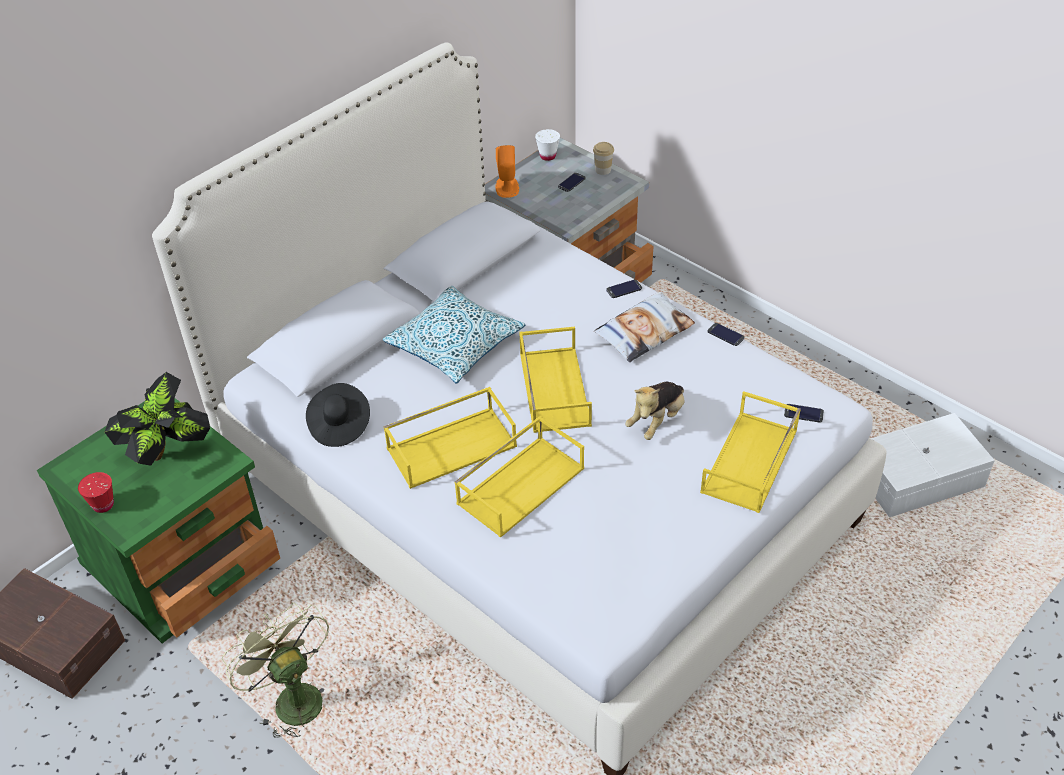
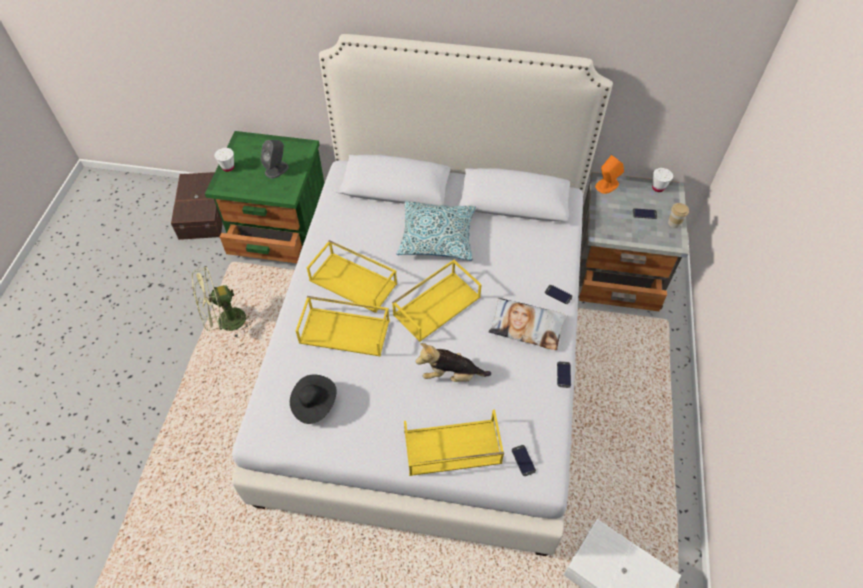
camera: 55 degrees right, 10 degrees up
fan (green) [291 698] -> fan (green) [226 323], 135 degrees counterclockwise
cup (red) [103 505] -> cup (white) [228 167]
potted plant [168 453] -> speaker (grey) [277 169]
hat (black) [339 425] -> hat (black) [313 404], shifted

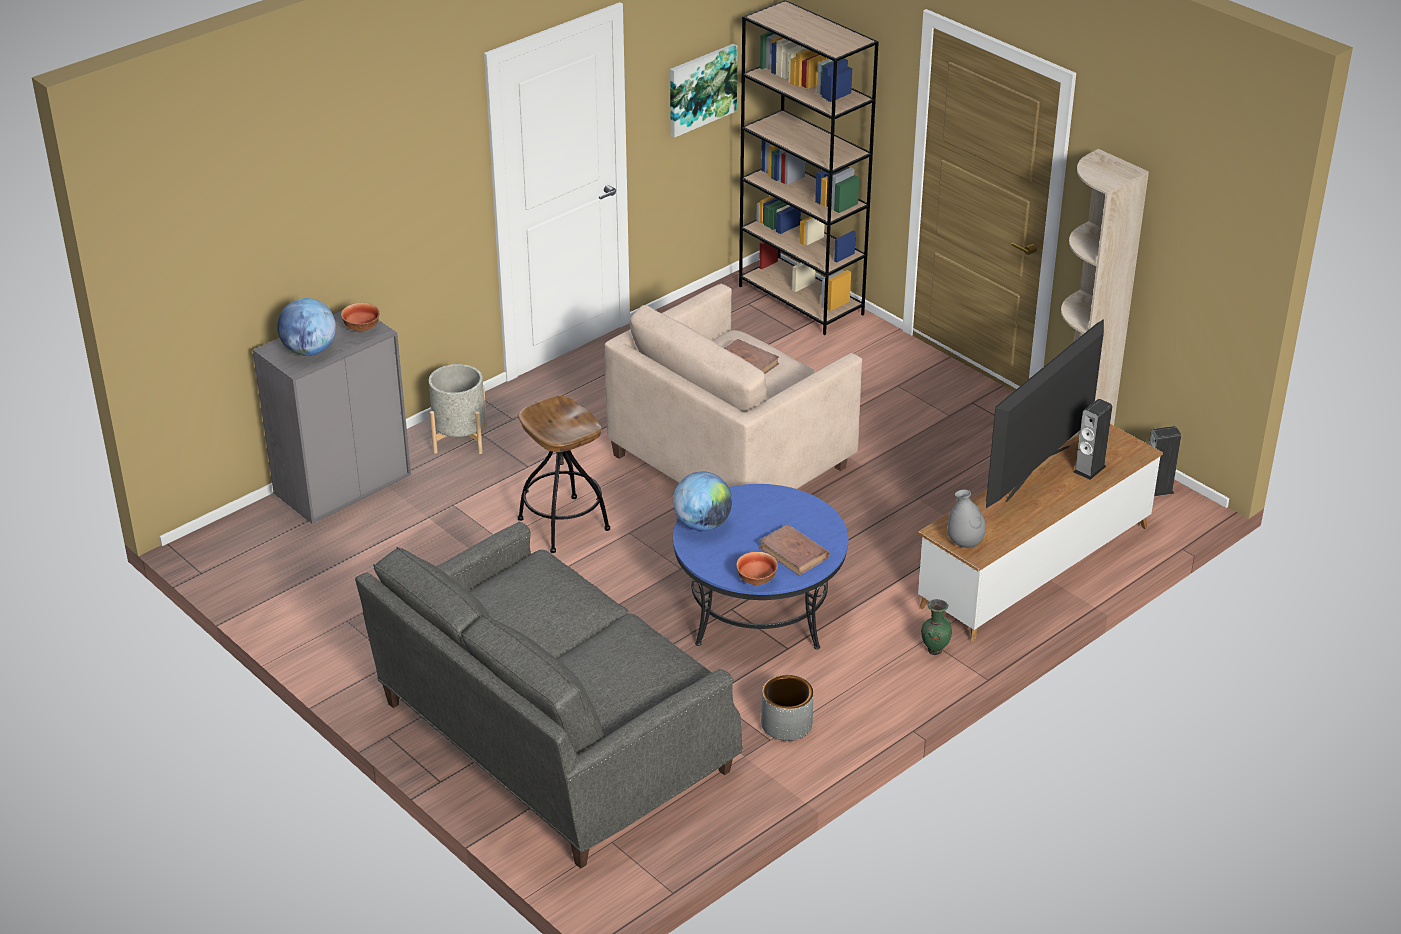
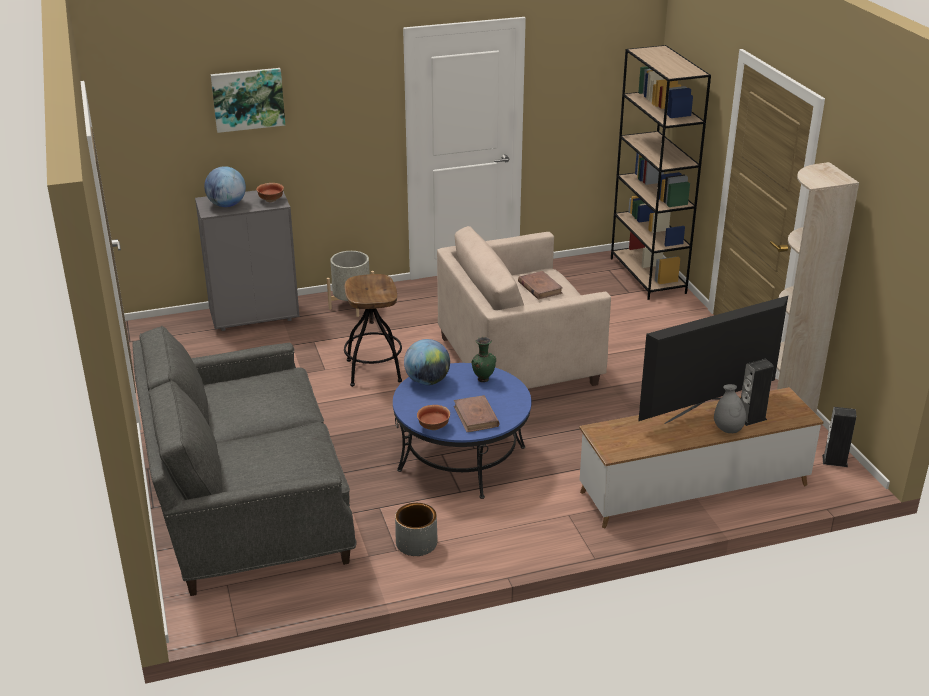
camera: 25 degrees right, 5 degrees down
picture [701 89] -> picture [248 99], shifted
vase (green) [934 650] -> vase (green) [483 379], shifted
vase (grey) [965 543] -> vase (grey) [728 430], shifted

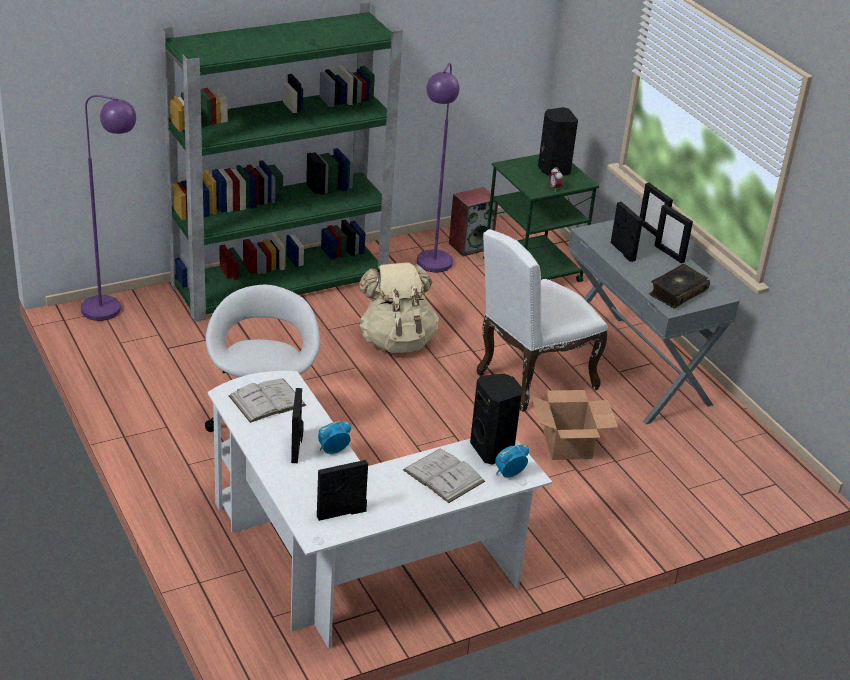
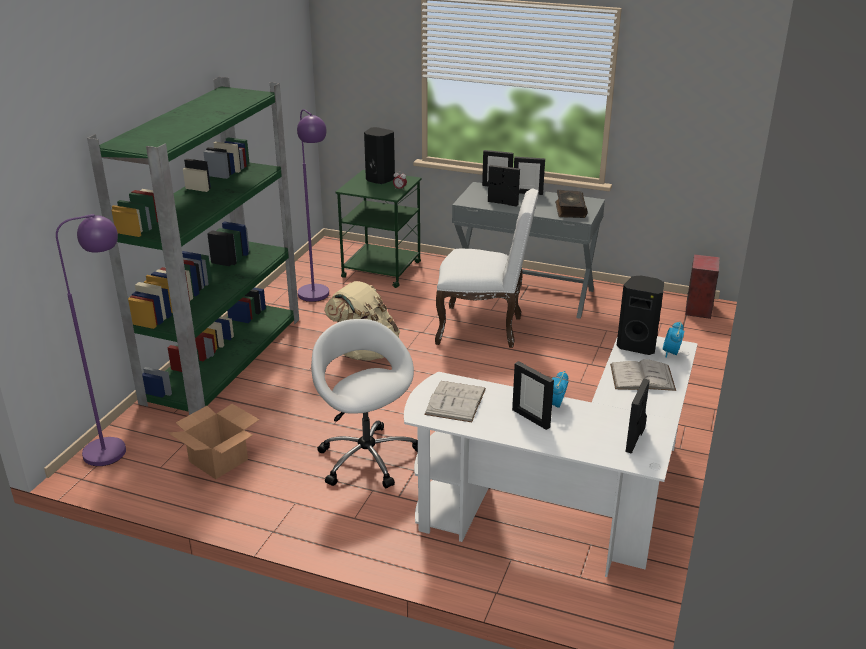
camera: 40 degrees left, 5 degrees down
cardboard box [567 445] -> cardboard box [217 460], shifted
chair (white) [531 379] -> chair (white) [482 329], 90 degrees counterclockwise
speaker [471 245] -> speaker [698 308], shifted

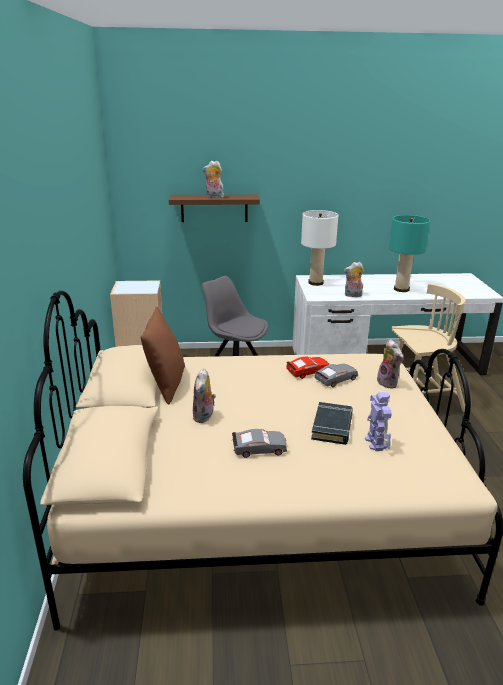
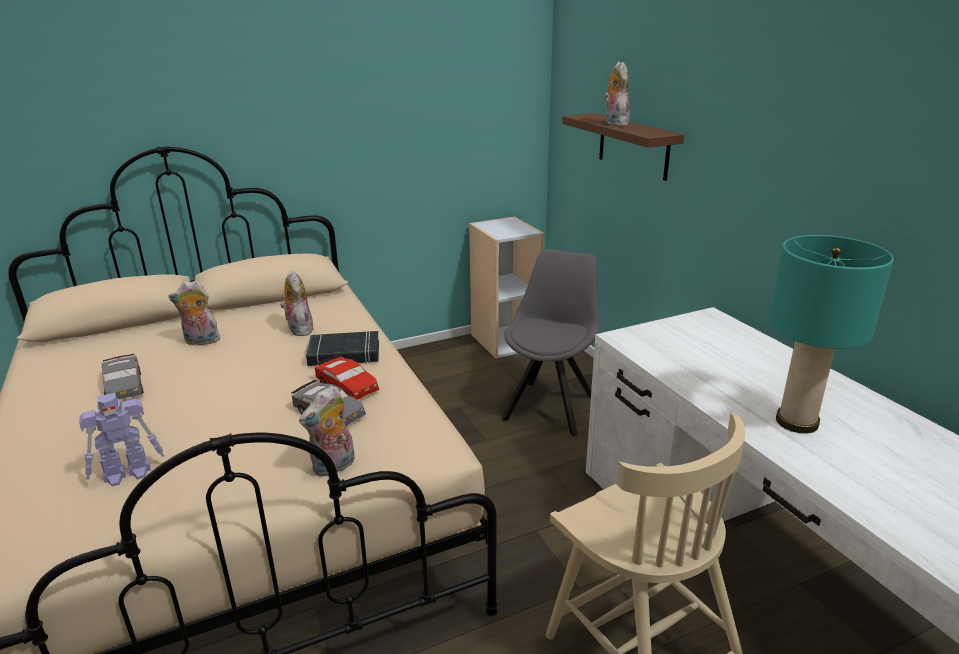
camera: 70 degrees right, 0 degrees up
plush toy [352 295] -> plush toy [298 329], shifted
book (black) [332 427] -> book (black) [344 354], shifted
pillow (brown) [166 384] -> none
table lamp (white) [316 283] -> none

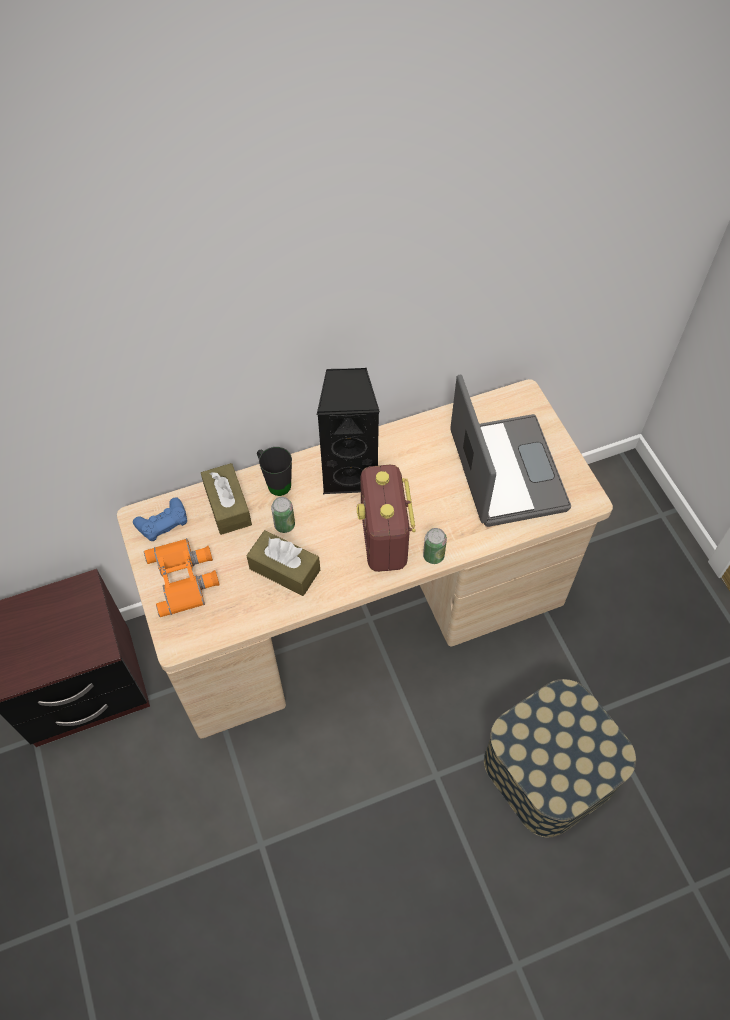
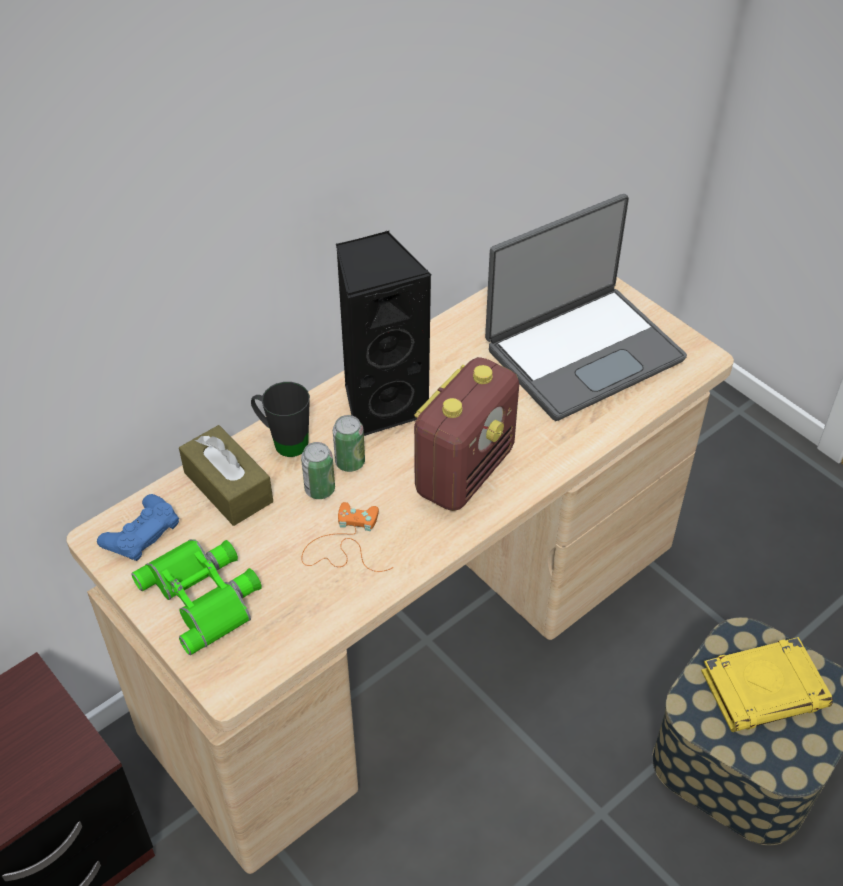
camera: 20 degrees left, 10 degrees down
binoculars (orange) [185 578] -> binoculars (green) [205 595]
tissue box (brown) [284 569] -> game controller (orange) [345 544]
can [433 556] -> can [350 462], shifted
radio [384 540] -> radio [464 471], 120 degrees counterclockwise
laptop [505 471] -> laptop [582 352], 90 degrees clockwise
none -> book (yellow) [765 689]

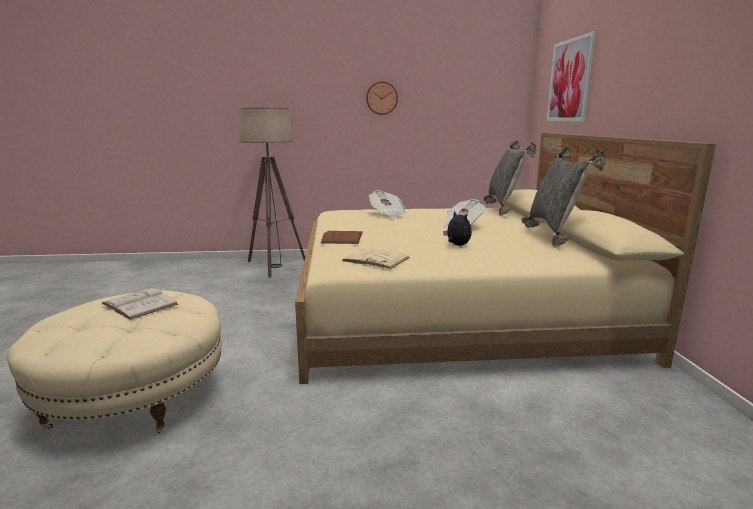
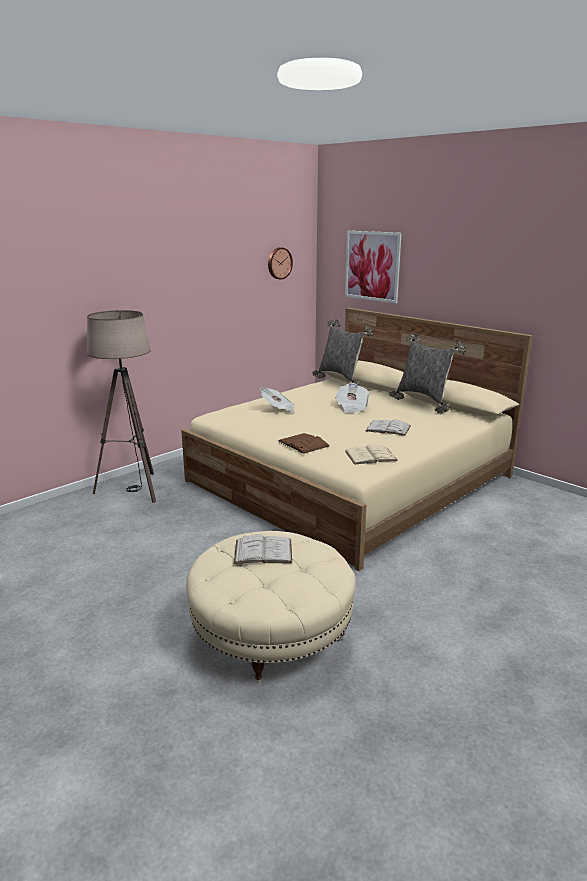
camera: 40 degrees left, 5 degrees up
wall clock [381 98] -> wall clock [279 263], shifted
plush toy [457 245] -> book (white) [388 428]

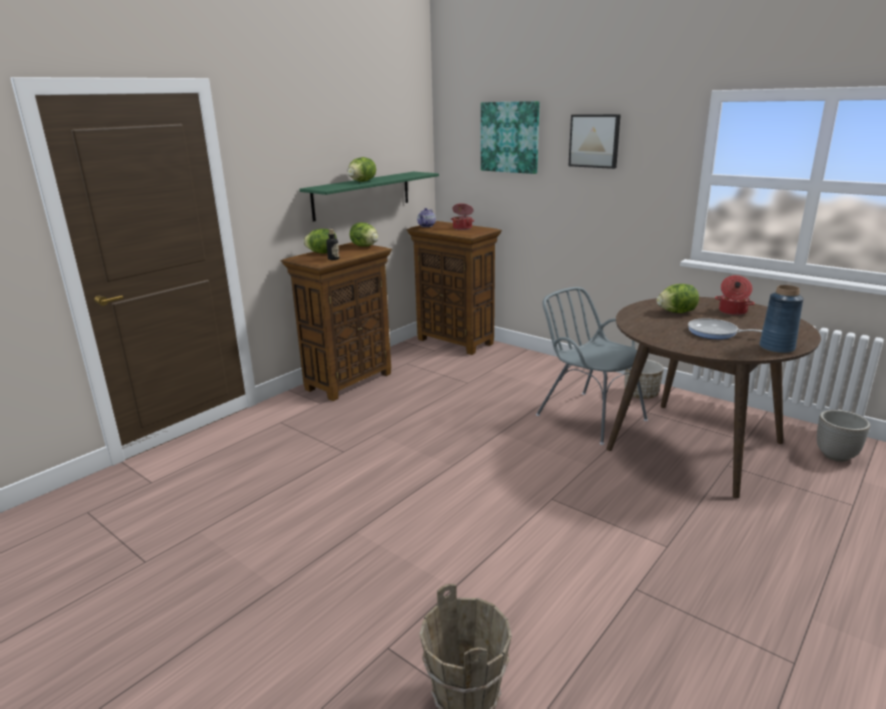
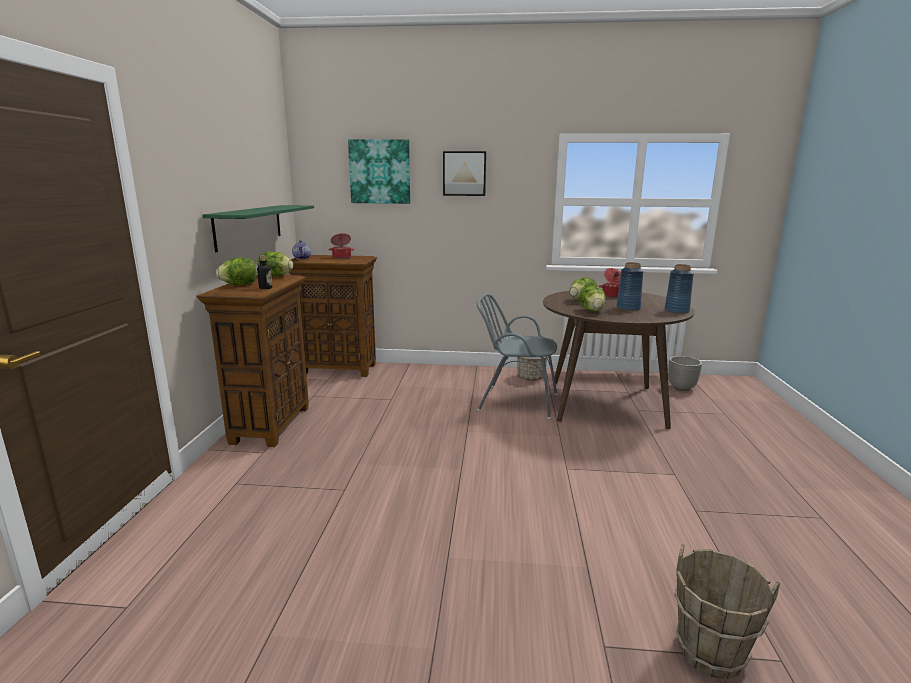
camera: 35 degrees left, 5 degrees down
lettuce [362 181] -> lettuce [592 311], shifted
frying pan [715 332] -> vase (blue) [628 308]

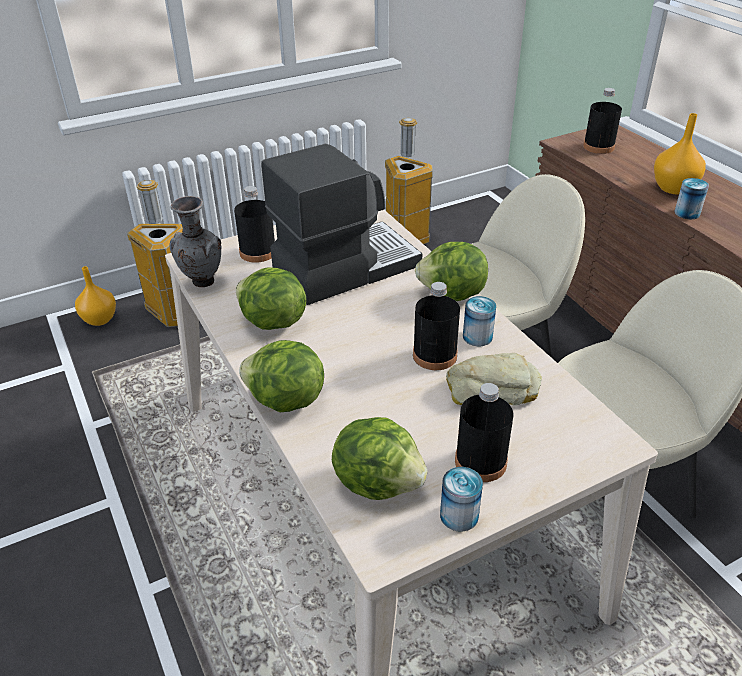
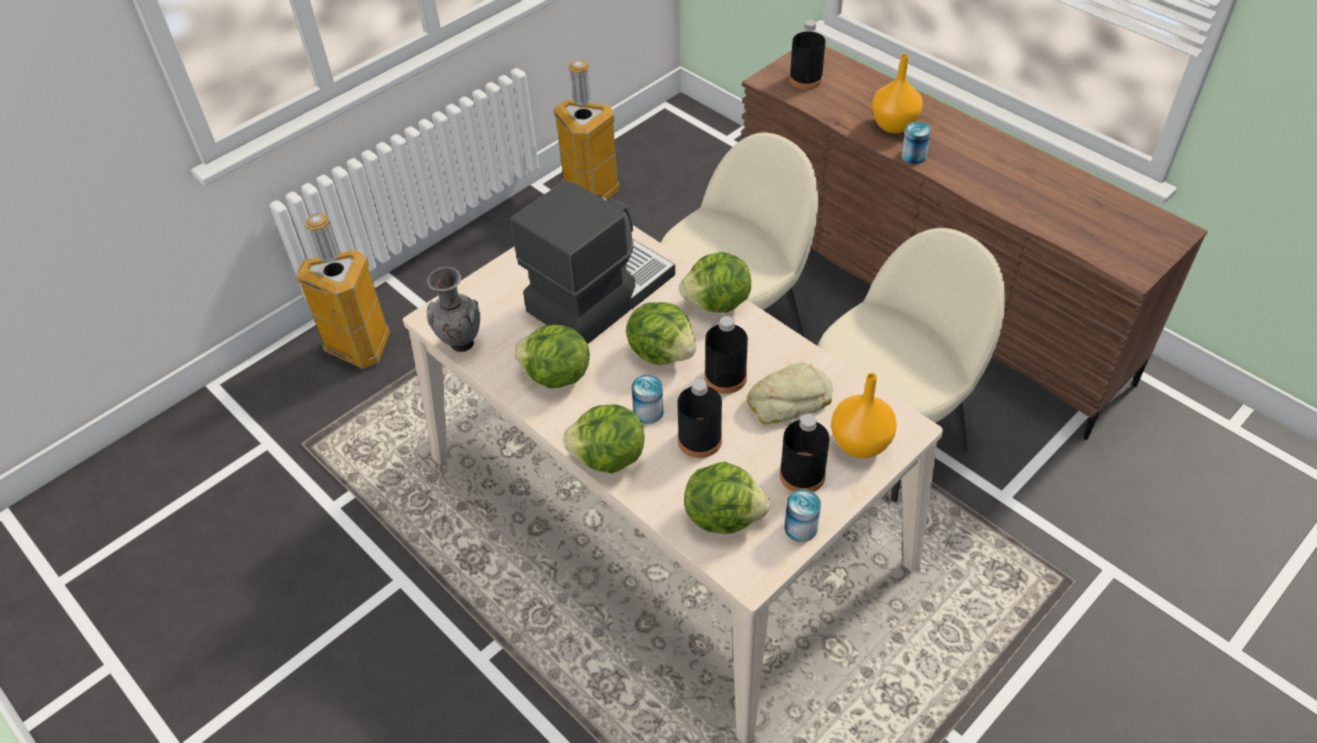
camera: 15 degrees left, 10 degrees up
none -> lettuce [662 352]
can [477 337] -> can [648 412], shifted
bottle (black) [258 252] -> bottle (black) [699 440], shifted
vase (orange) [100 320] -> vase (orange) [861 444], shifted

